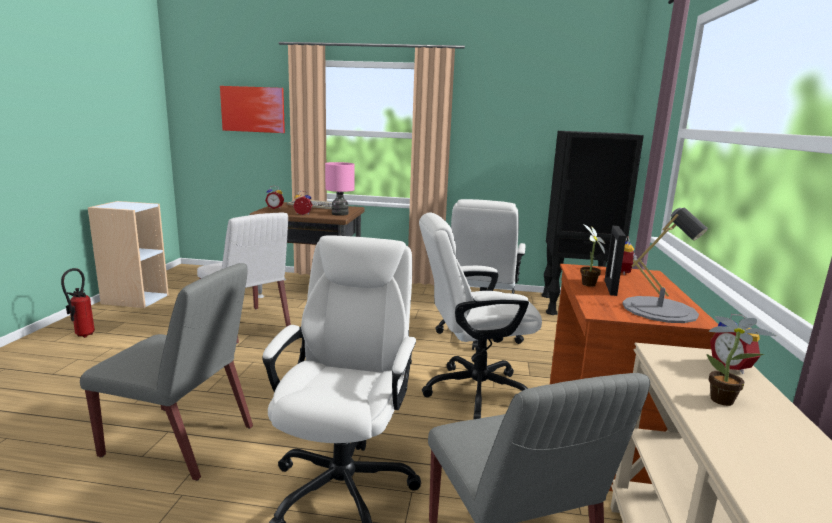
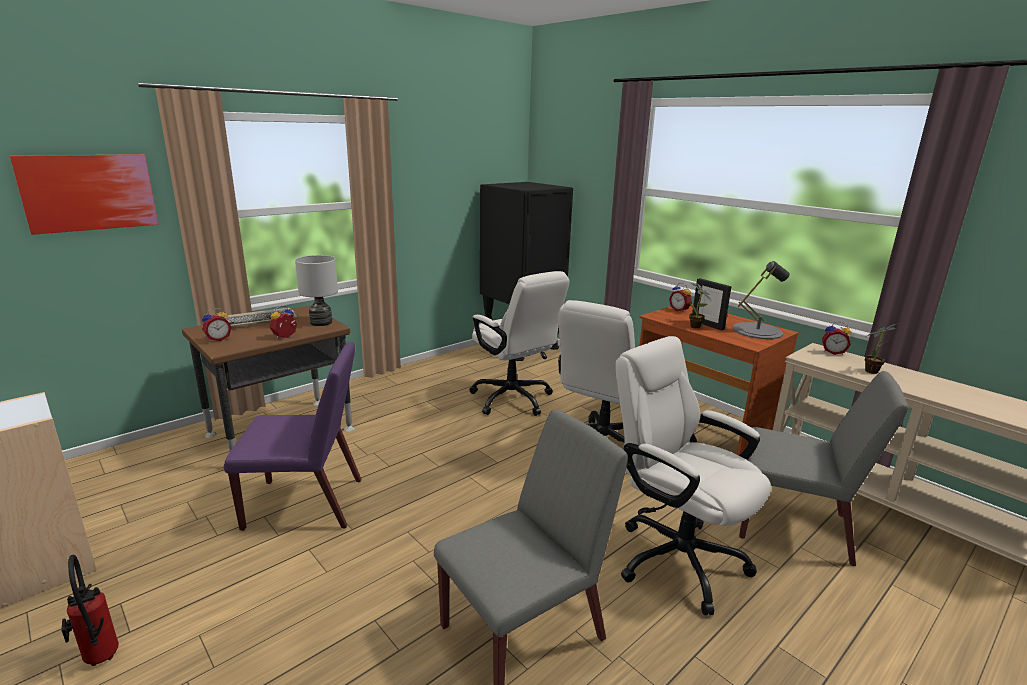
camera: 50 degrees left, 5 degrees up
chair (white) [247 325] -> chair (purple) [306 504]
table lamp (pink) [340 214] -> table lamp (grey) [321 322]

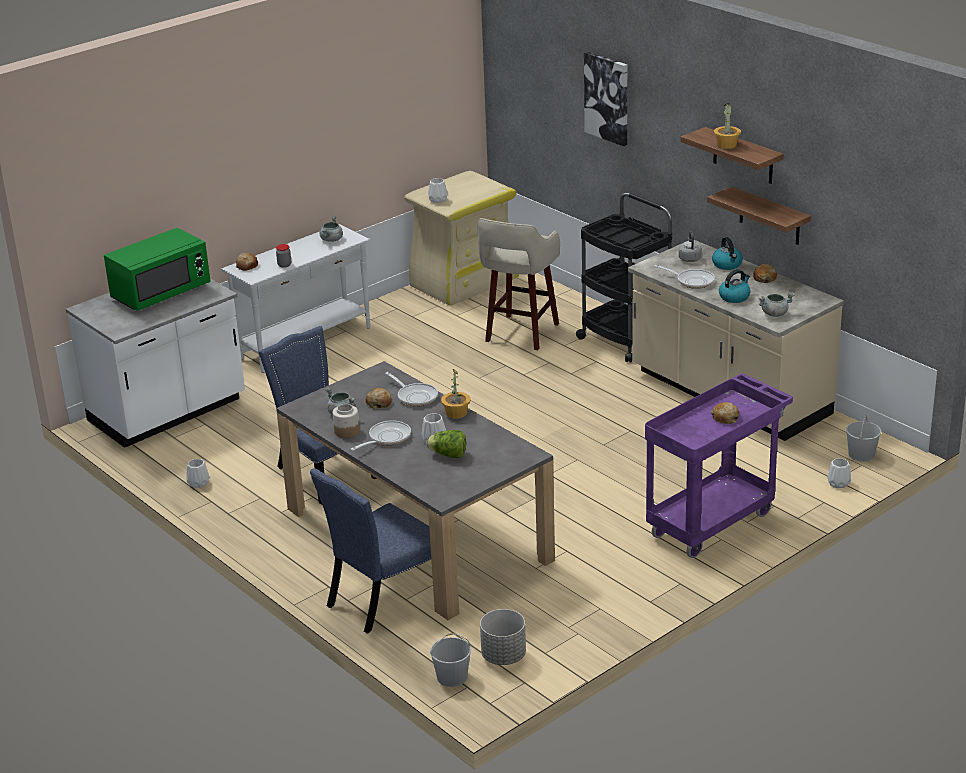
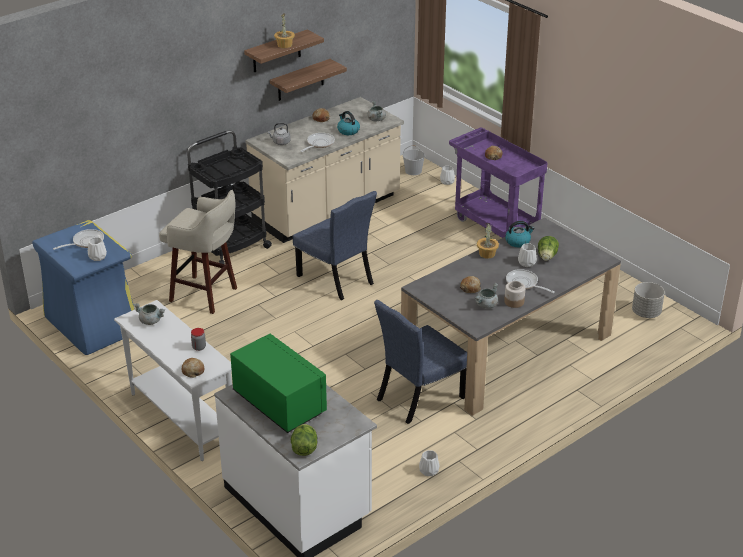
camera: 90 degrees left, 5 degrees up
nightstand (beige) [465 282] -> nightstand (blue) [91 323]
frying pan [415 396] -> frying pan [85 242], shifted
none -> lettuce [304 449]
chair (blue) [385 598] -> chair (blue) [335 278], shifted
kettle [727 265] -> kettle [518 241], shifted
bucket (white) [452 676] -> none
picture [607 98] -> none

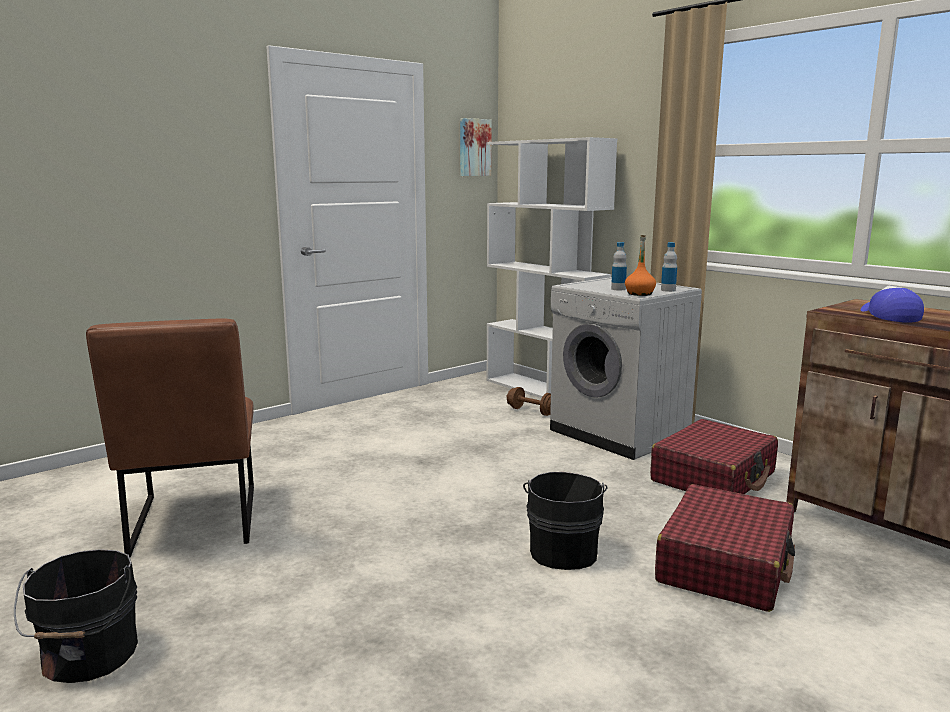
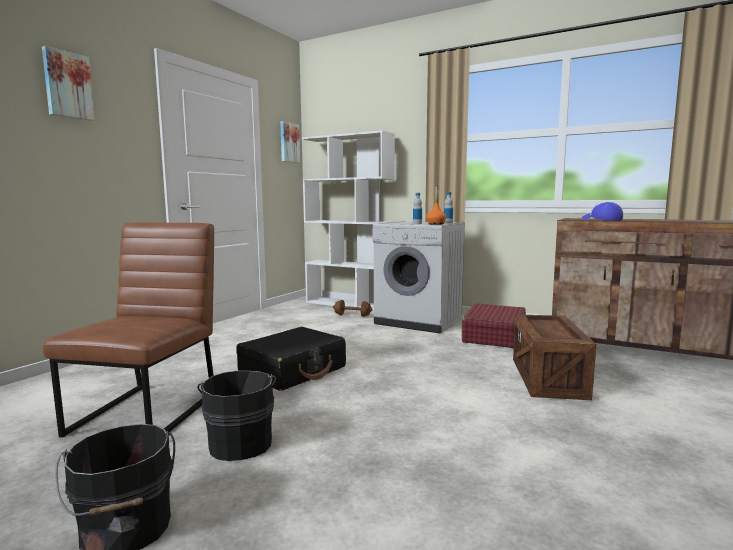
camera: 20 degrees left, 5 degrees down
none -> picture [67 85]
chair (brown) [194 521] -> chair (brown) [149 411], 135 degrees counterclockwise
bucket (black) [563 550] -> bucket (black) [241 442], shifted
none -> suitcase (black) [293 370]
suitcase (red) [725 564] -> crate [547 378]

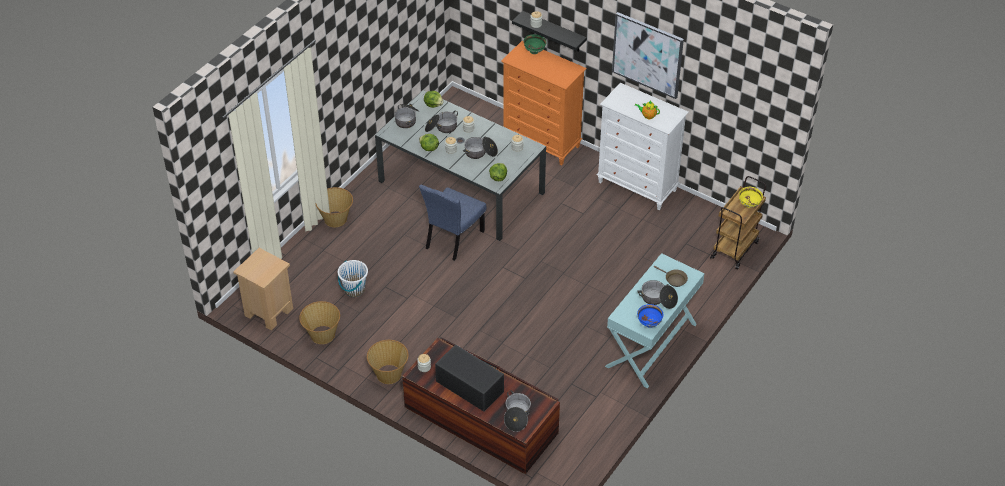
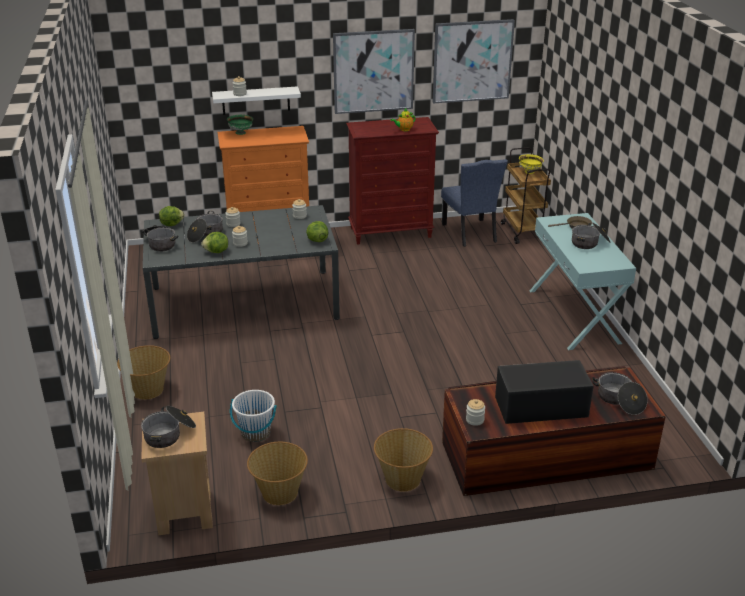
camera: 45 degrees left, 15 degrees down
cooking pot [480 153] -> cooking pot [169 434], shifted
shelf (black) [554 32] -> shelf (white) [256 100]
dresser (white) [638 186] -> dresser (red) [391 232]
none -> picture [472 61]
chair (blue) [454 238] -> chair (blue) [470 232], shifted
bowl (blue) [649 323] -> none

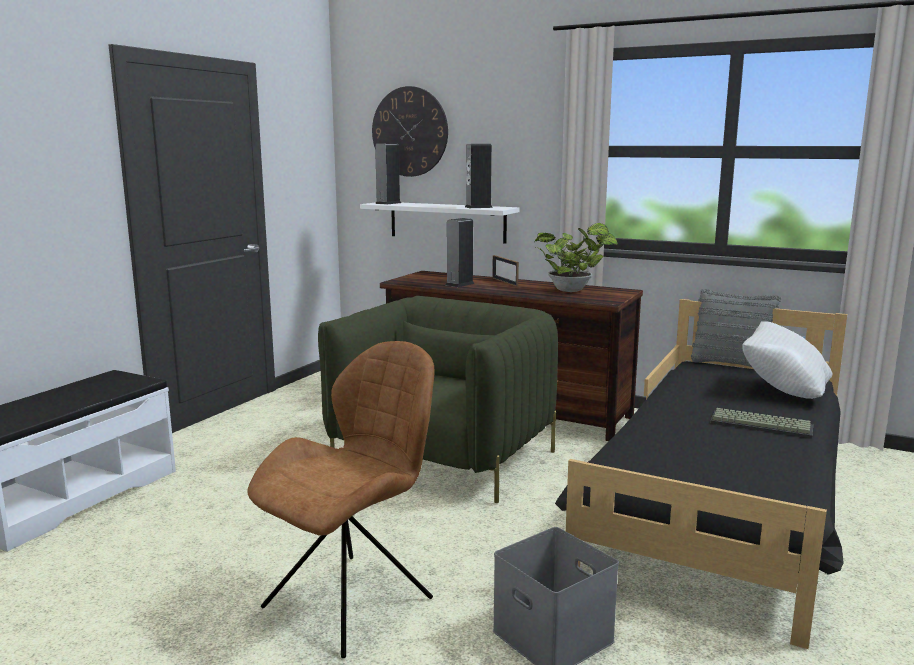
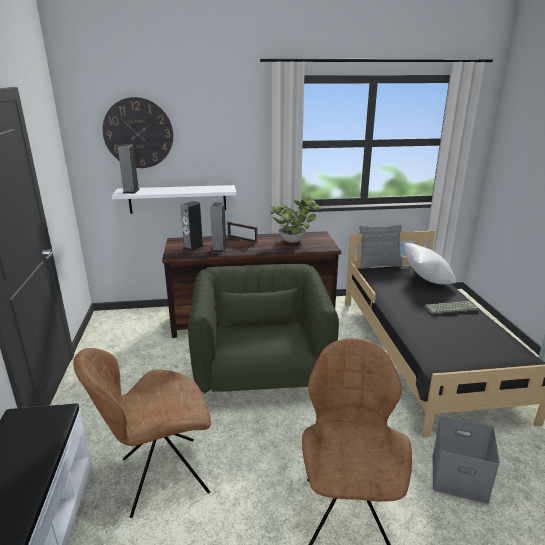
camera: 35 degrees left, 10 degrees up
none -> chair (brown) [160 476]
speaker [478 207] -> speaker [193 247], shifted

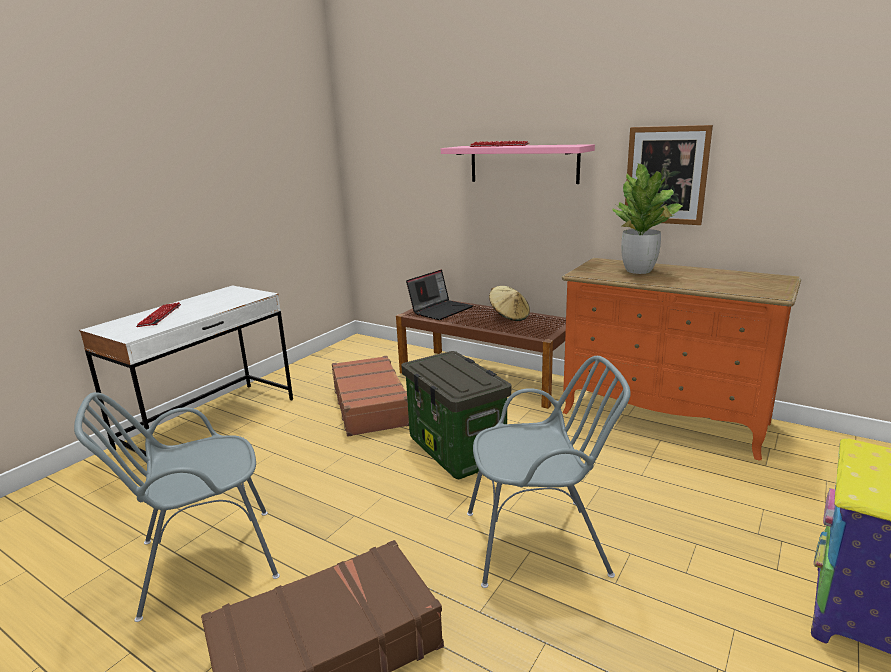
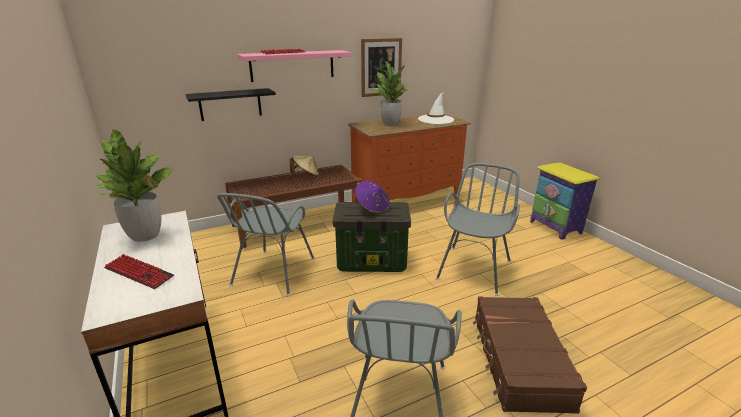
camera: 60 degrees left, 5 degrees up
none -> potted plant [145 236]
none -> shelf (black) [230 104]
suitcase (brown) [371 405] -> chair (grey) [273 273]
none -> hat (purple) [372 208]
none -> hat (white) [436 119]
laptop [441 310] -> none

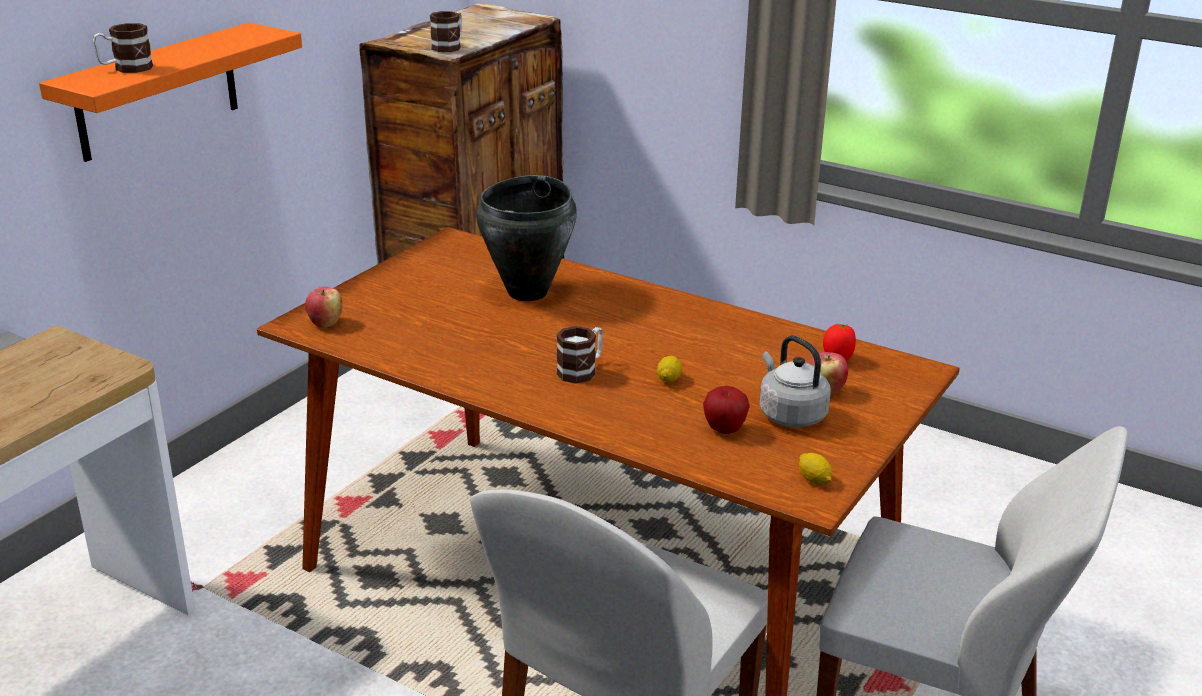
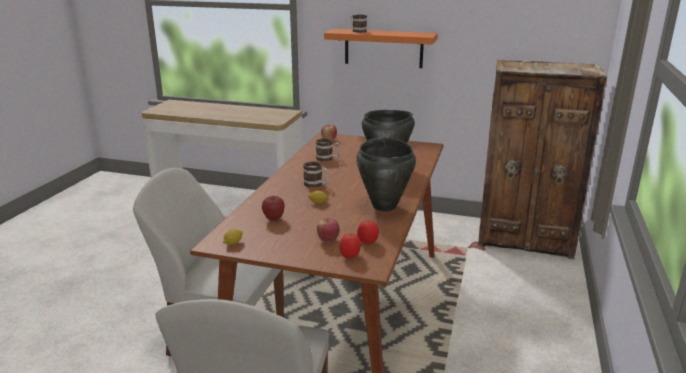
camera: 75 degrees right, 5 degrees down
mug [449 46] -> mug [328 158], shifted
none -> tomato [350 255]
none -> cooking pot (black) [384 206]
kettle (grey) [790 414] -> none

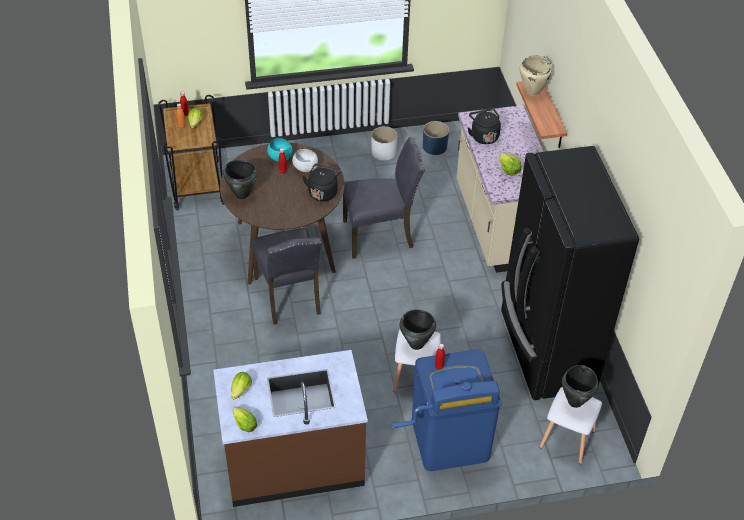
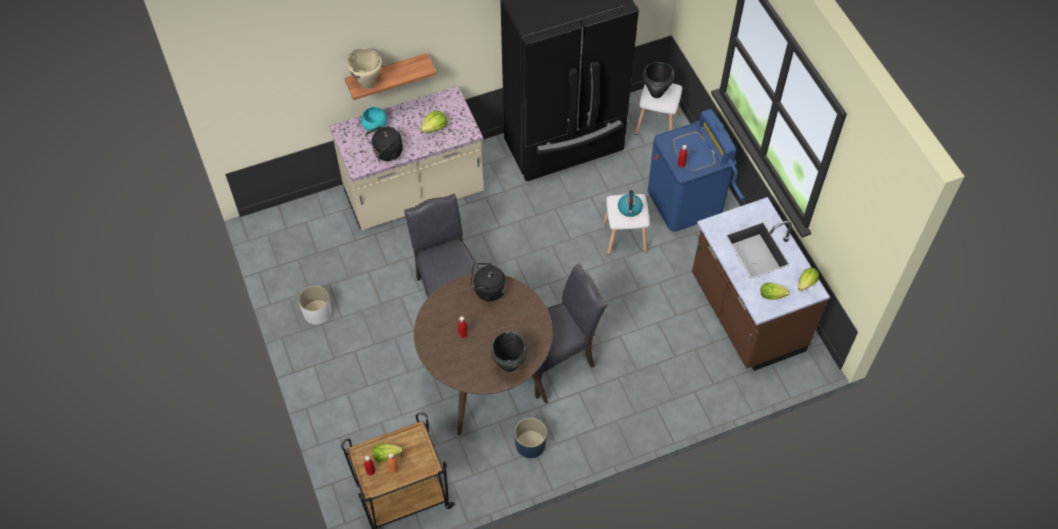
camera: 100 degrees left, 10 degrees up
bowl (turquoise) [279 157] -> bowl (turquoise) [375 126], shifted
planter (blue) [435 147] -> planter (blue) [530 444], shifted
cooking pot (black) [416 344] -> kettle [630 209]
bowl (white) [305 168] -> none

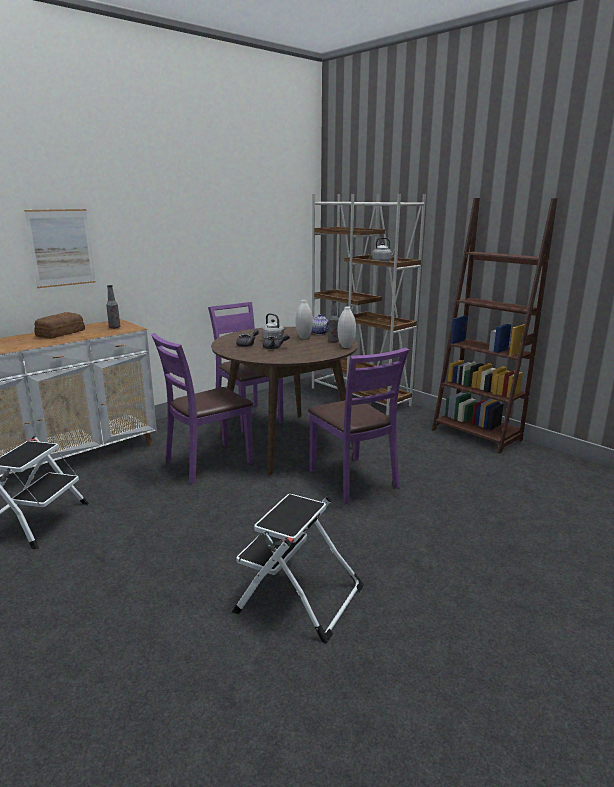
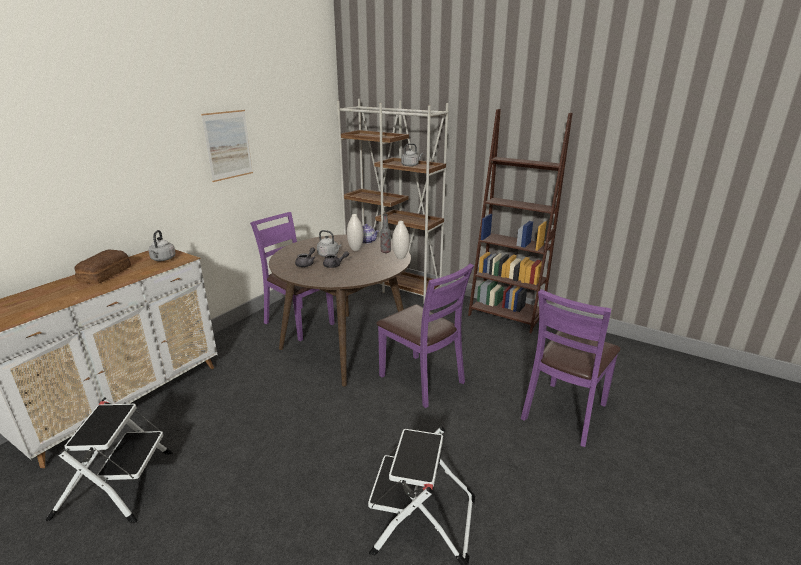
camera: 15 degrees left, 5 degrees up
bottle [114 327] -> kettle (grey) [163 259]
picture [61 248] -> picture [228 145], shifted
chair (purple) [208 462] -> chair (purple) [564 413], shifted

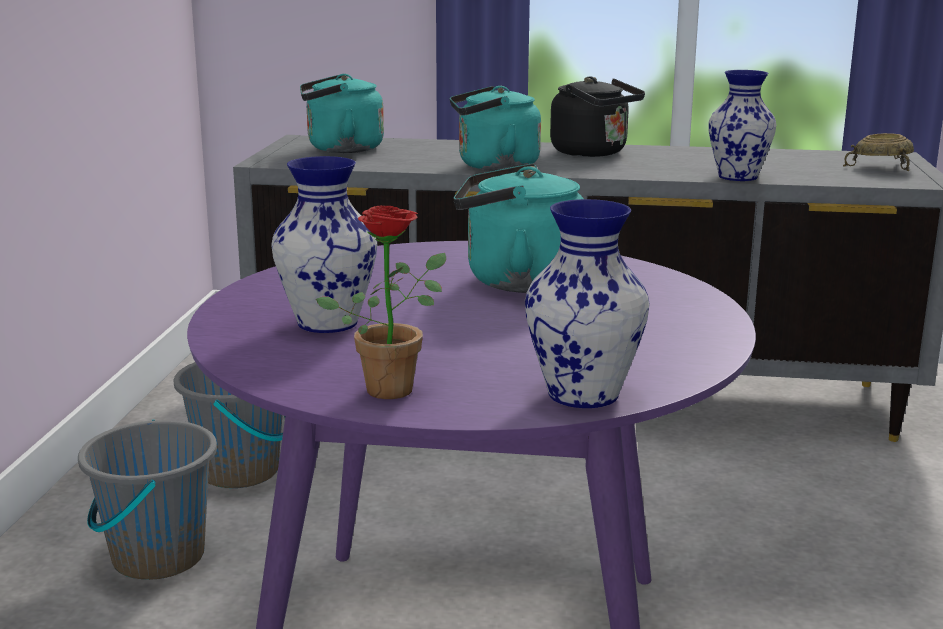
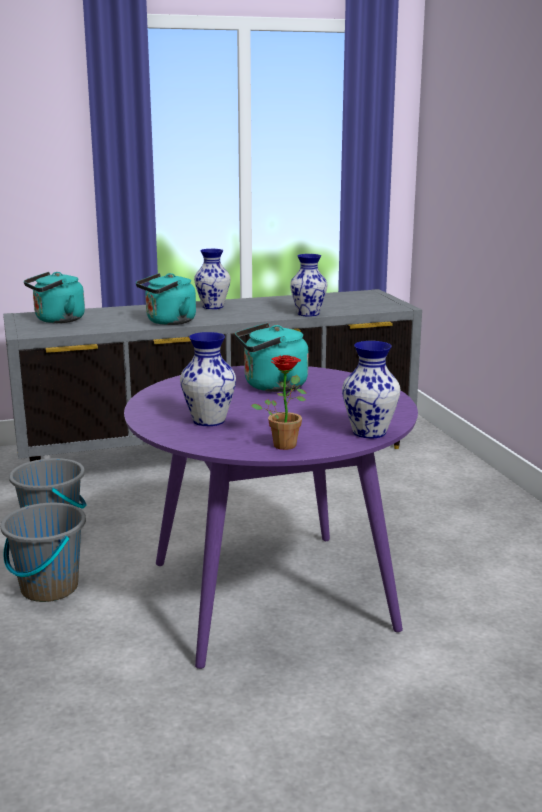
camera: 25 degrees left, 0 degrees up
kettle (black) [593 153] -> vase [213 307]
bowl (beige) [883 167] -> none

